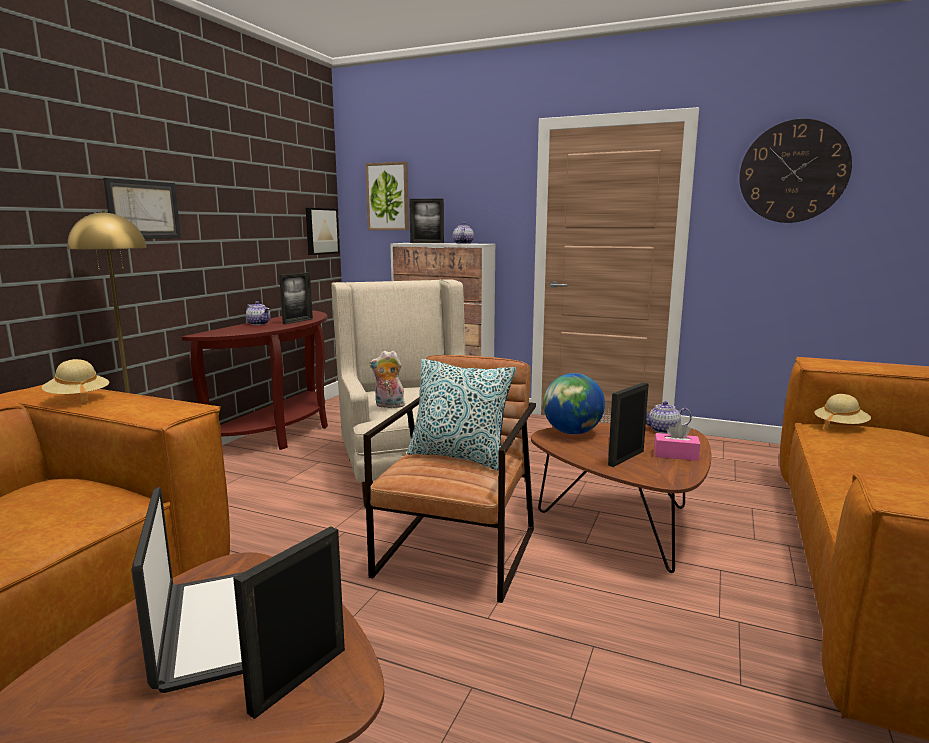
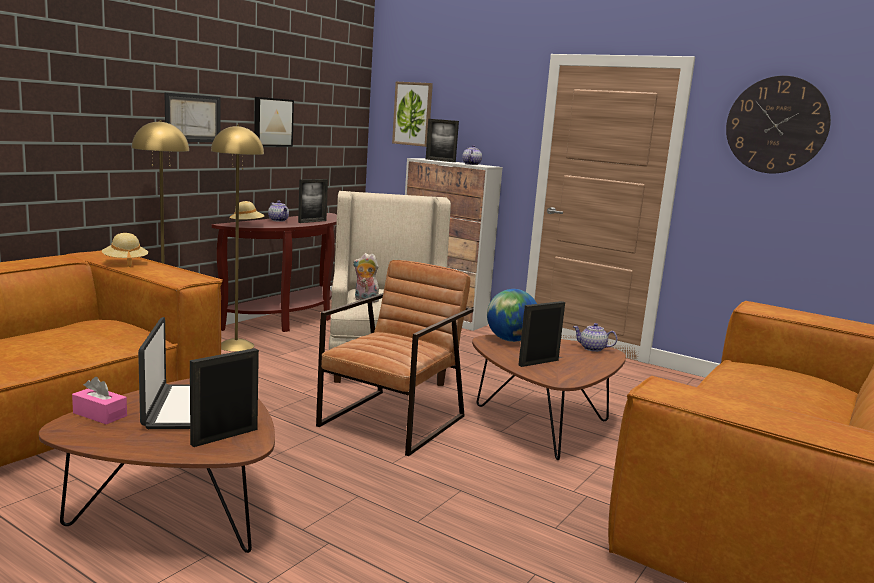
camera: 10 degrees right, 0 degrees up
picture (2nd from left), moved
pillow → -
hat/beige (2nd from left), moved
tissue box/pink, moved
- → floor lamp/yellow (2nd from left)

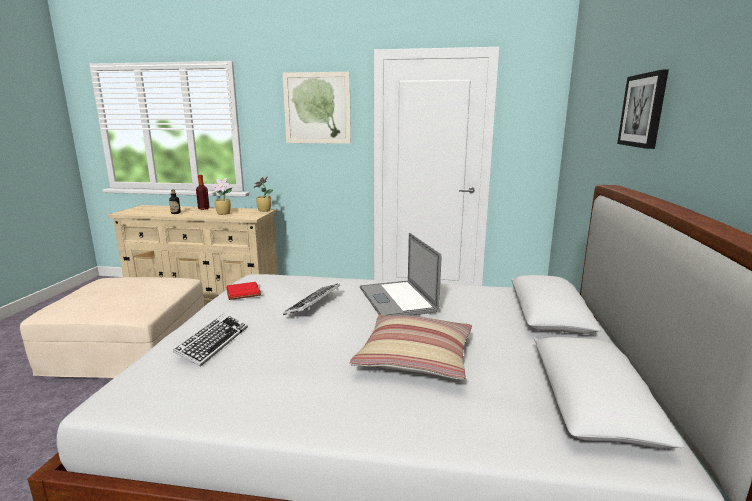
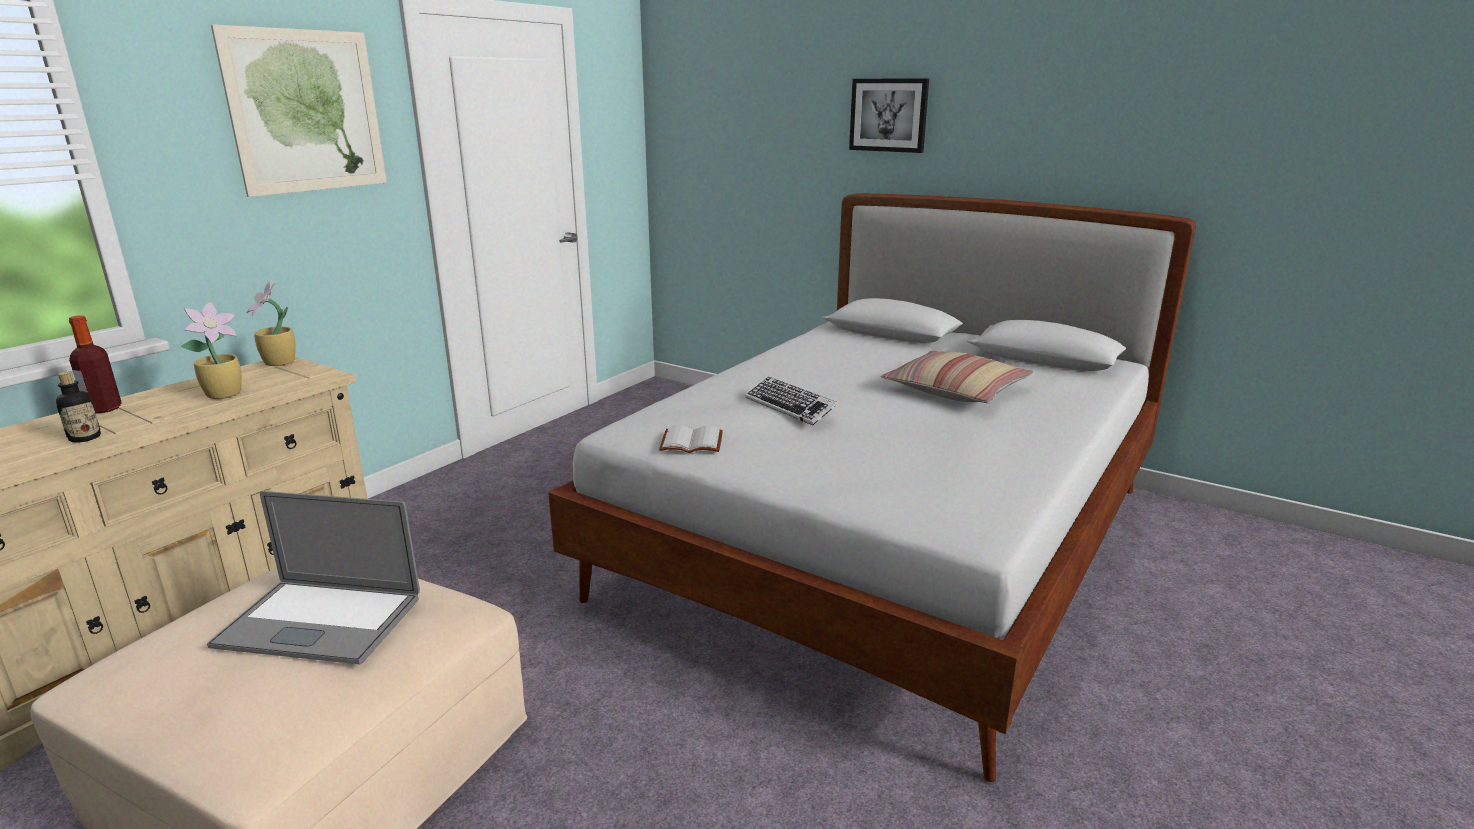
camera: 65 degrees left, 5 degrees up
laptop, moved
book/red → book/white
keyboard (1st from left) → -

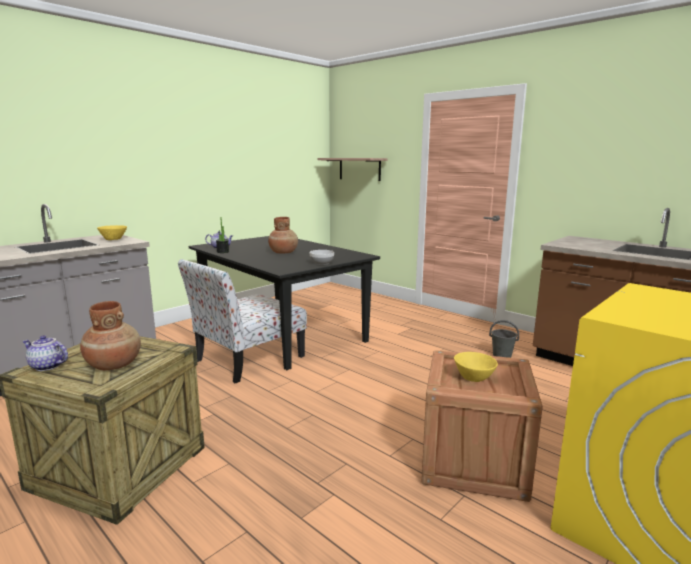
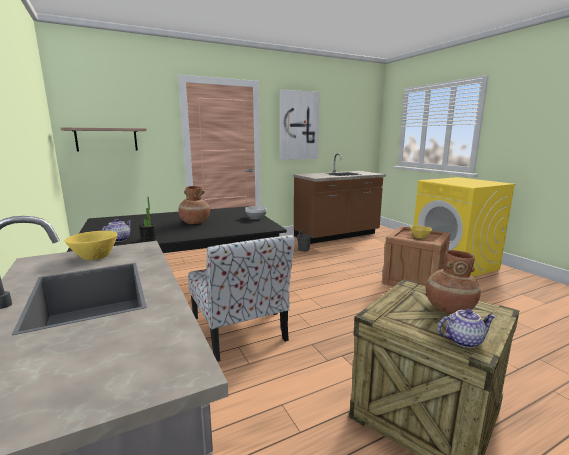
camera: 70 degrees left, 0 degrees up
teapot (1st from left in the first image) → teapot (2nd from left), 135 degrees counterclockwise
- → picture

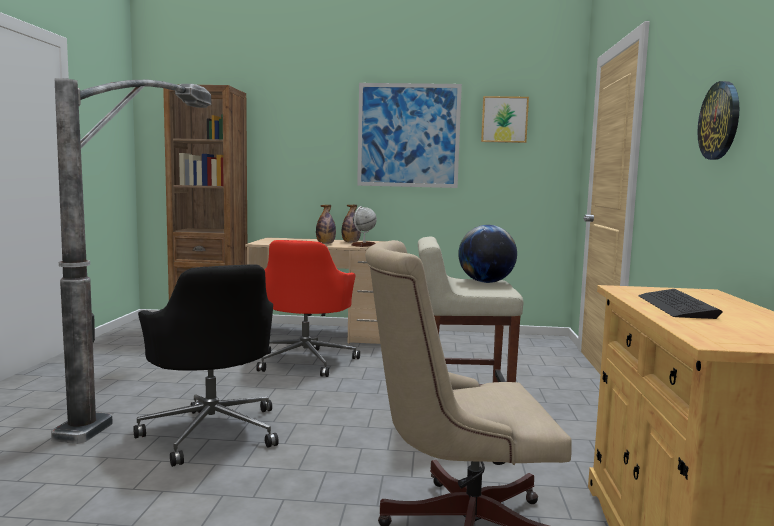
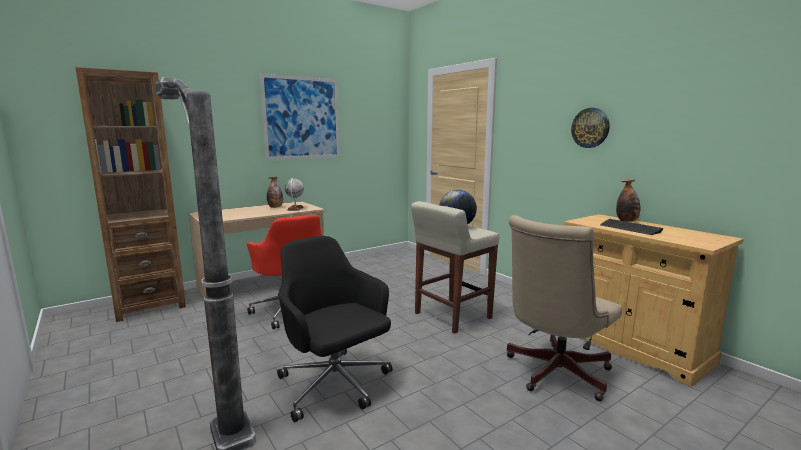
camera: 40 degrees left, 5 degrees up
picture (2nd from left) → -
bottle (1st from left in the first image) → bottle (2nd from left), moved
office chair/black, 150 degrees counterclockwise

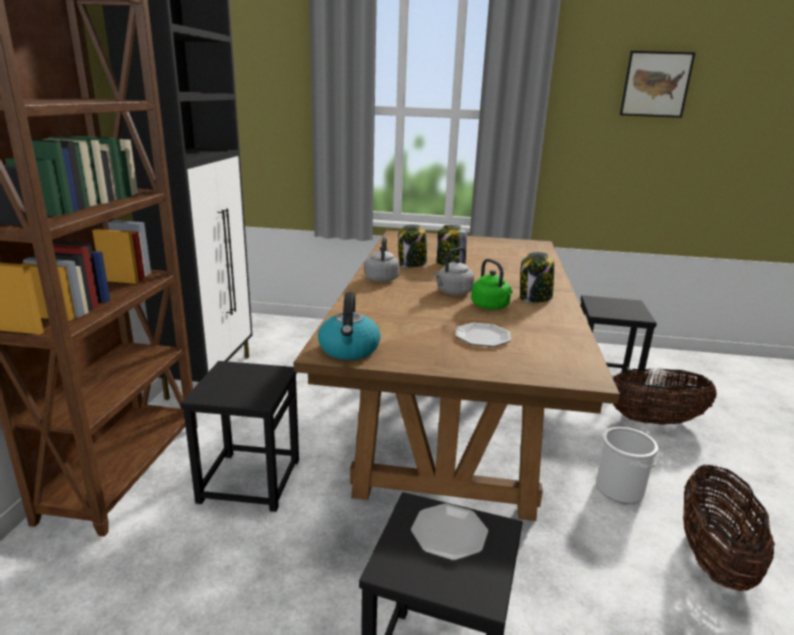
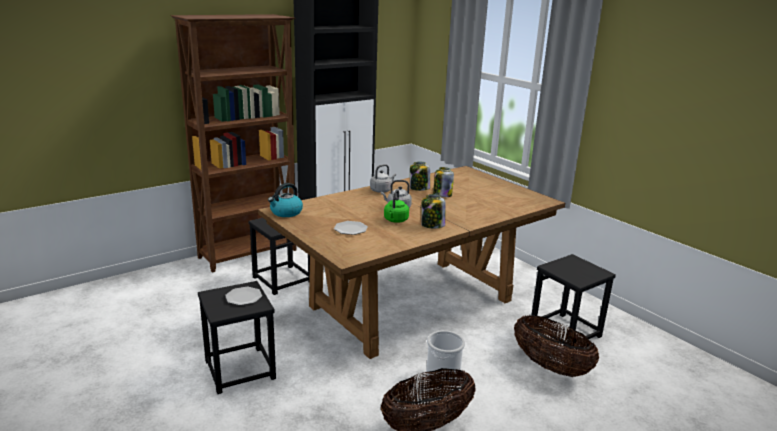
camera: 45 degrees right, 0 degrees up
picture → -

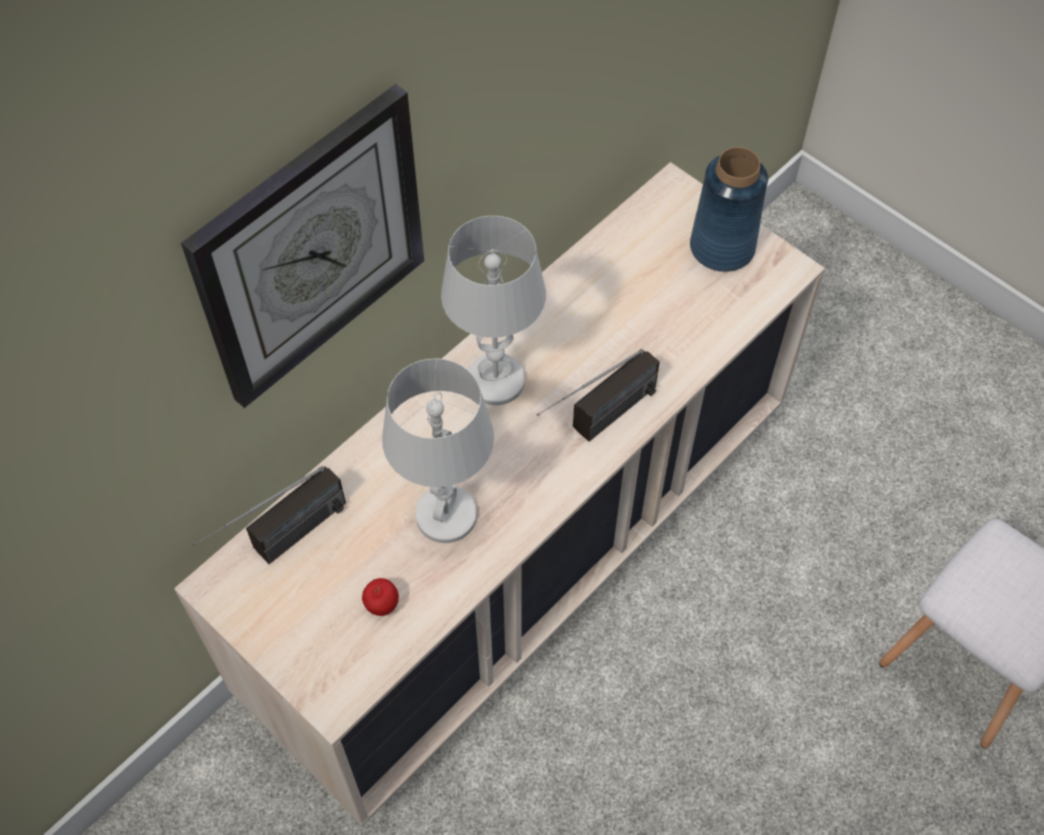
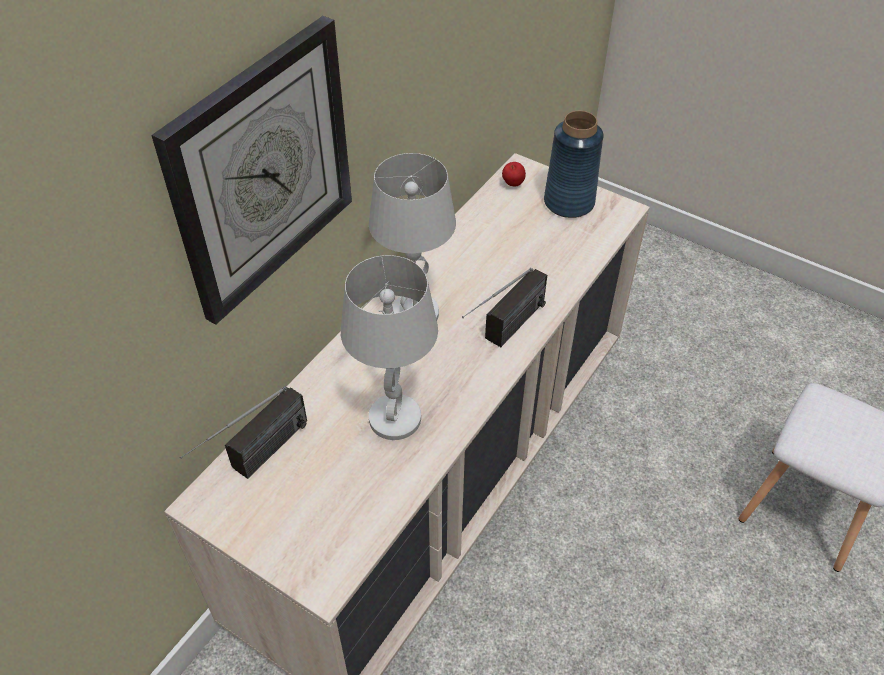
camera: 10 degrees left, 10 degrees down
apple, moved

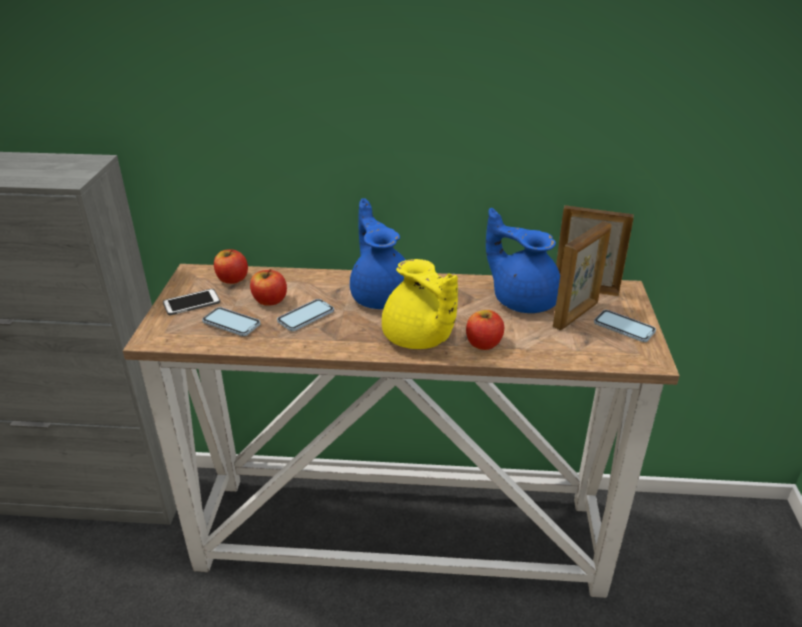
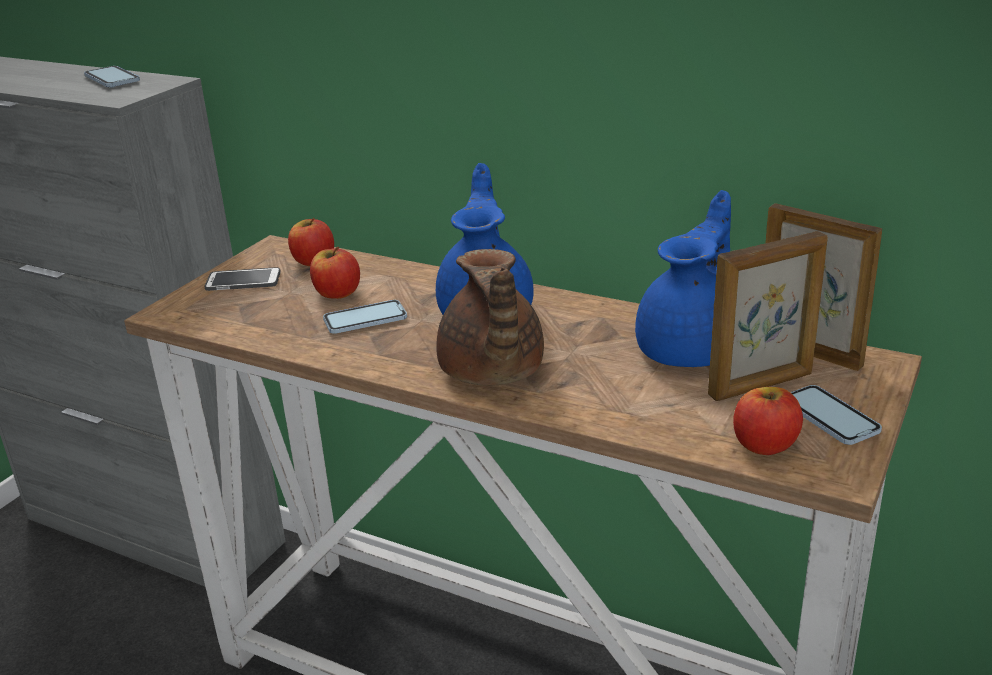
camera: 25 degrees right, 5 degrees down
teapot/blue (2nd from left), 60 degrees clockwise
teapot/yellow → teapot/brown
phone (2nd from left in the first image) → phone (1st from left), moved
apple (3rd from left), moved

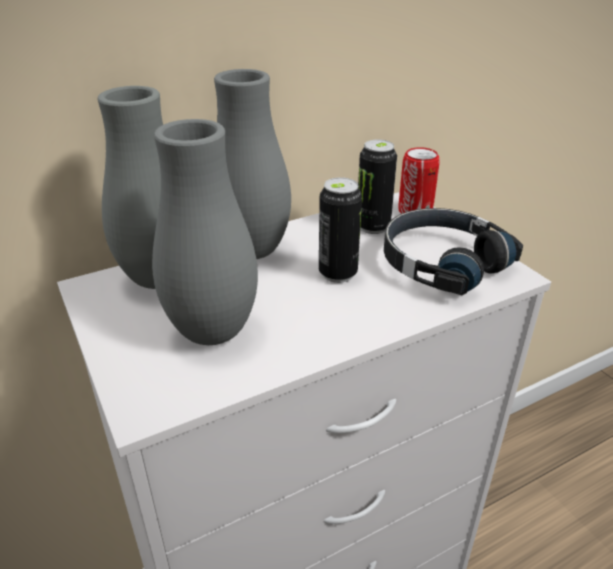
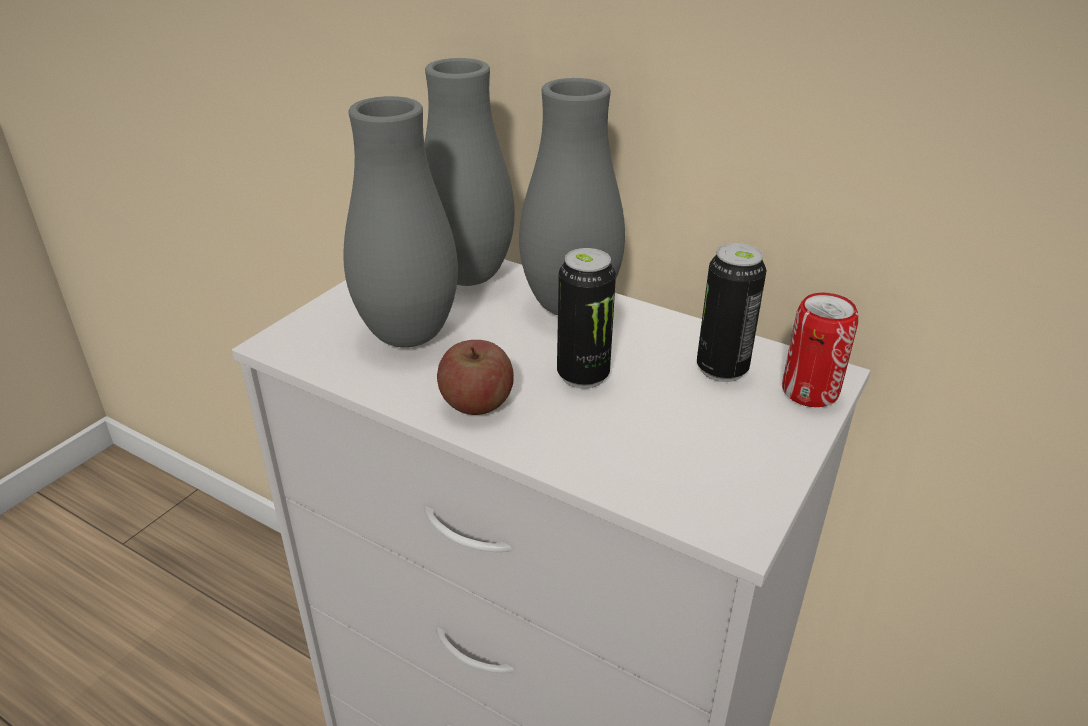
camera: 60 degrees right, 0 degrees up
headphones/black → -
- → apple

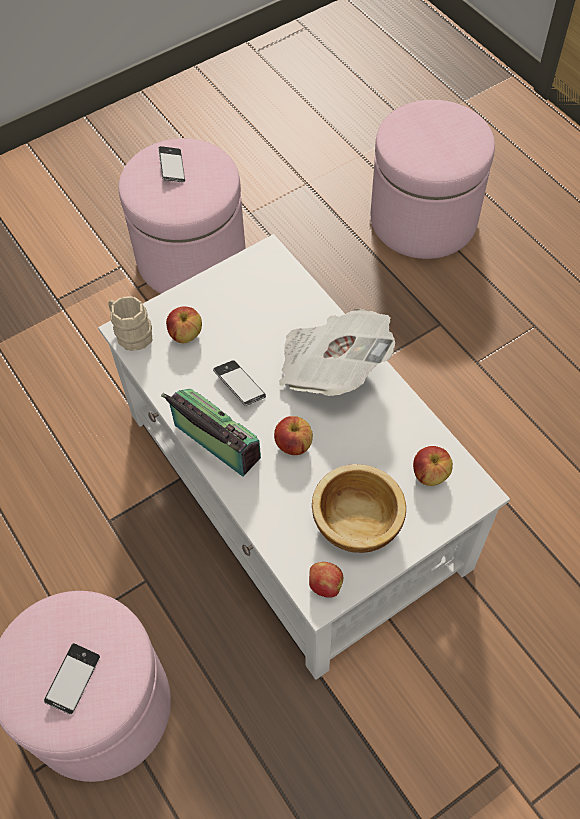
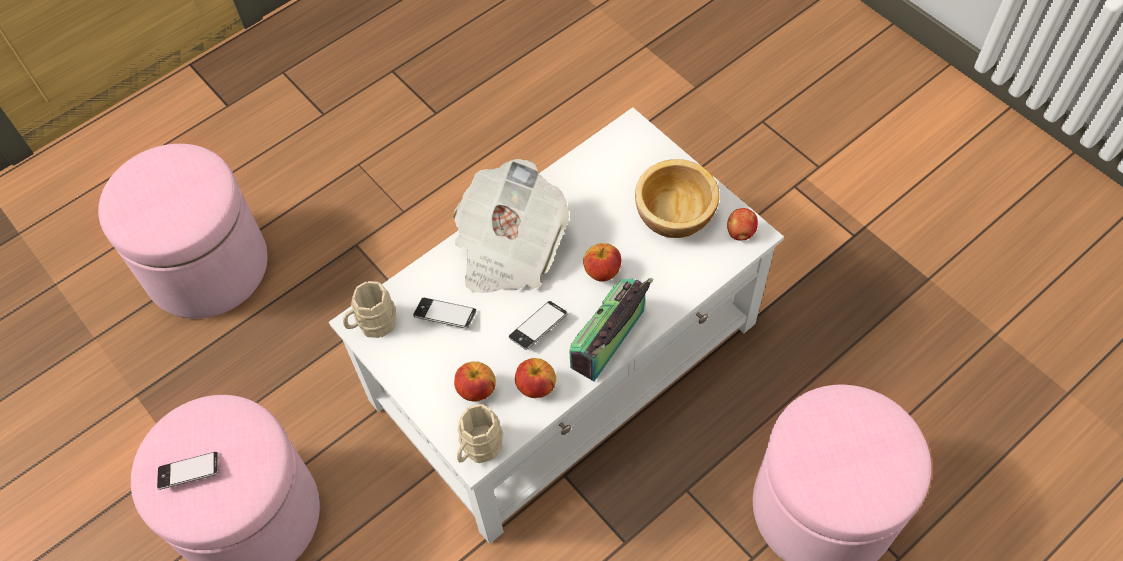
camera: 95 degrees left, 0 degrees up
apple (4th from left in the first image) → apple (2nd from left), moved
phone (1st from left in the first image) → phone (2nd from left), moved
- → mug/beige (1st from left)

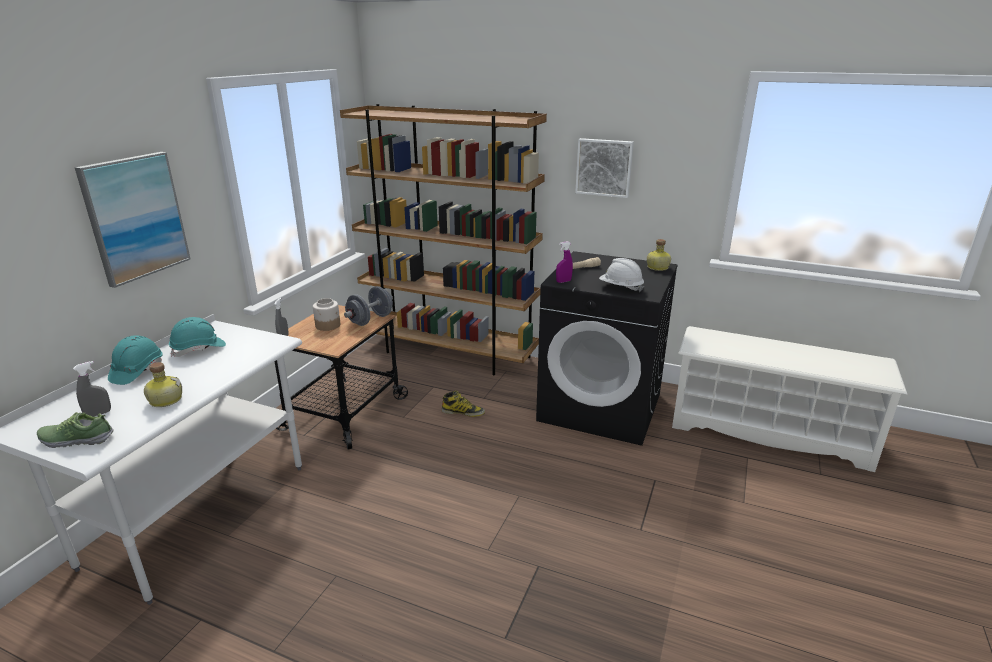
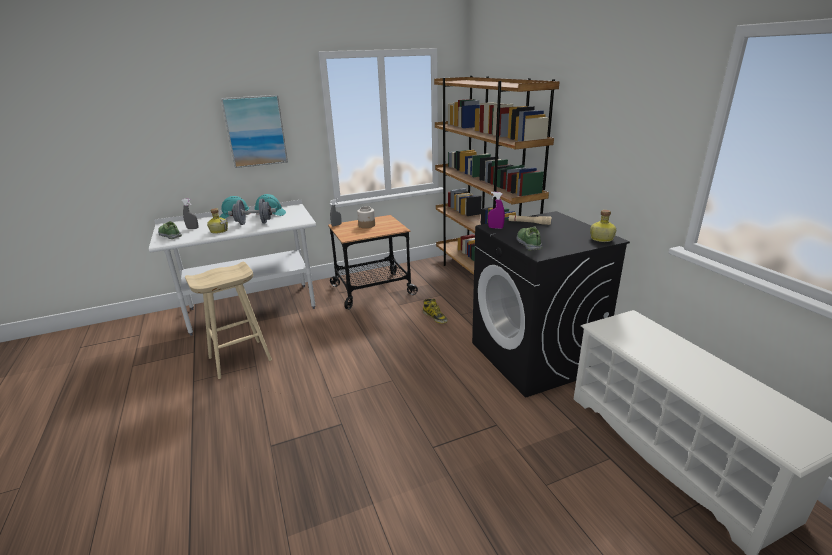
camera: 45 degrees right, 0 degrees up
picture (2nd from left) → -
hard hat/white → shoe (2nd from left)
dumbbell/grey, moved
- → stool/beige

